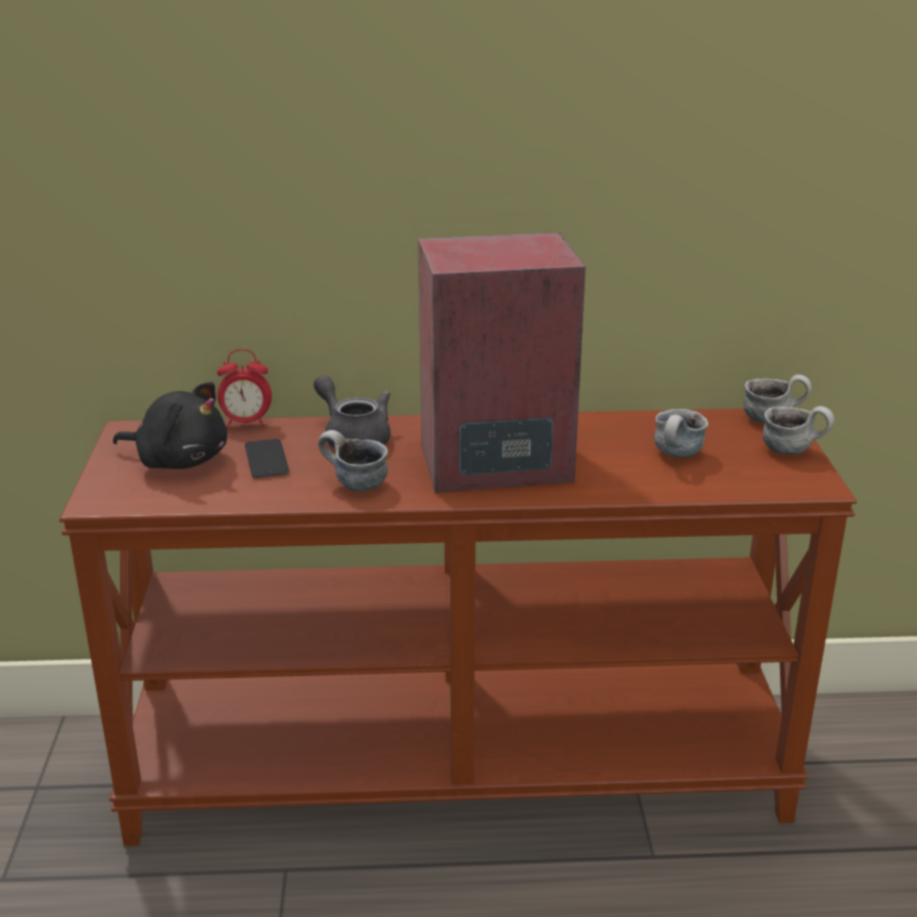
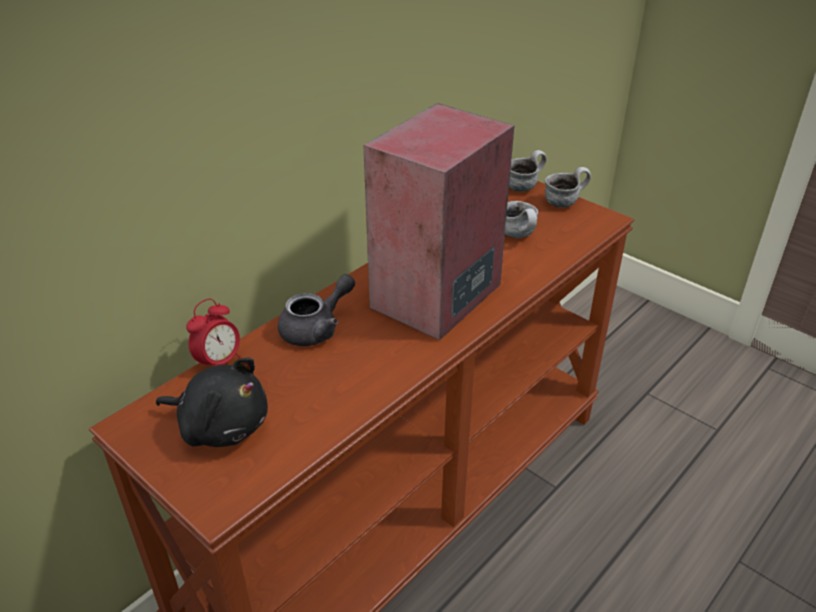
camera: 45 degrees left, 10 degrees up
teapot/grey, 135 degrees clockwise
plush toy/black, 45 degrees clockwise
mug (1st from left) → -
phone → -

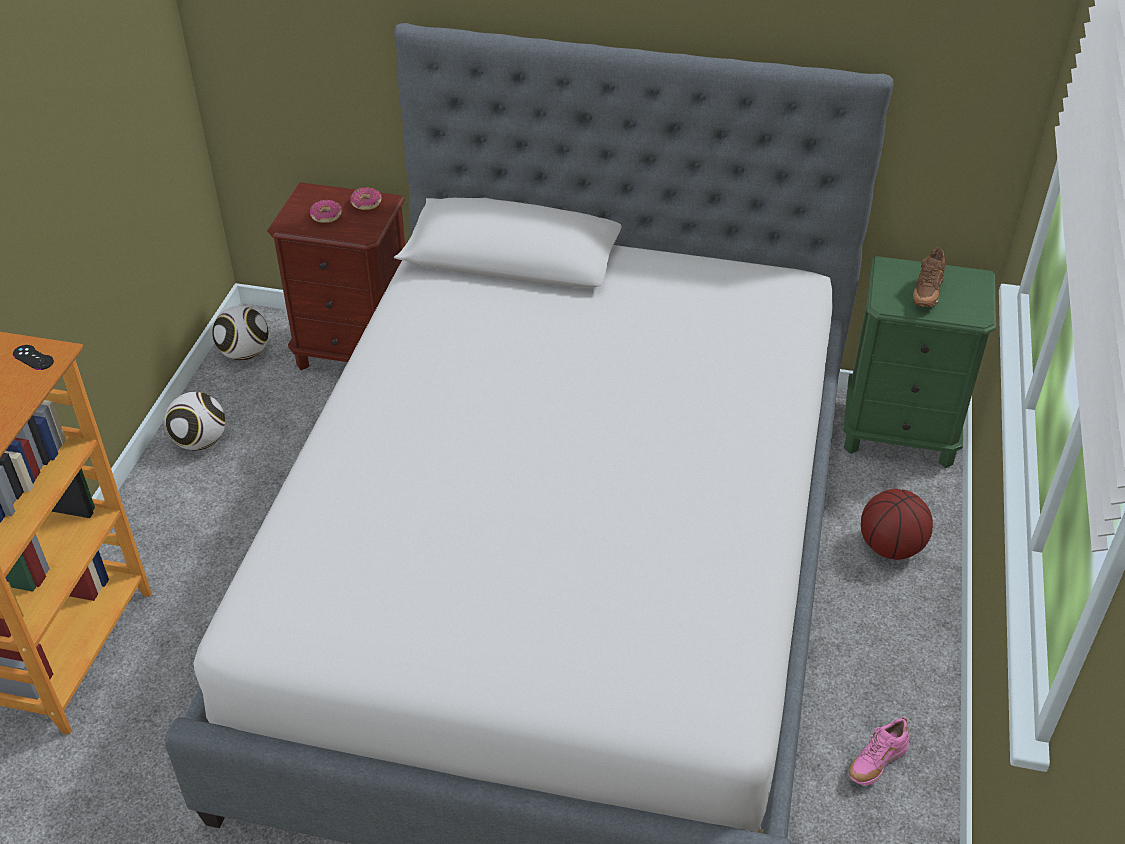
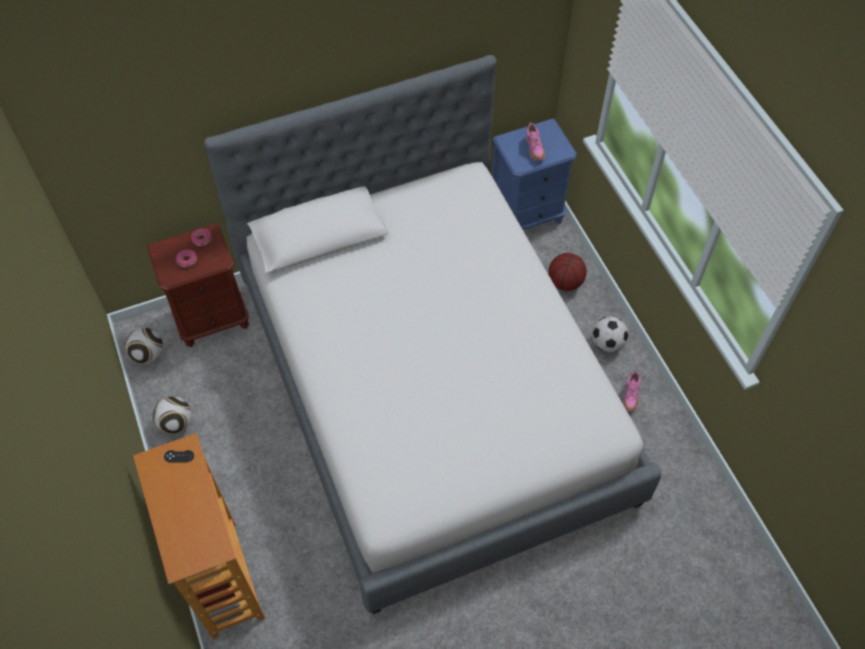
camera: 35 degrees left, 15 degrees up
shoe/brown → shoe/pink (1st from left)
nightstand/green → nightstand/blue
- → football (3rd from left)

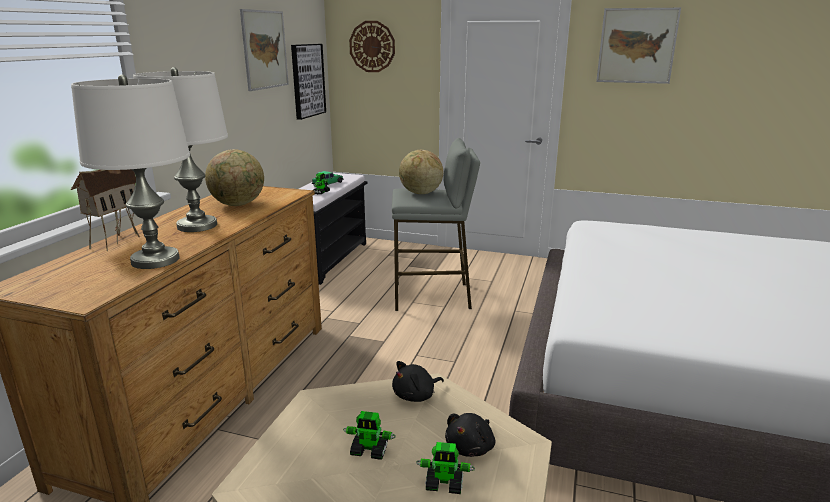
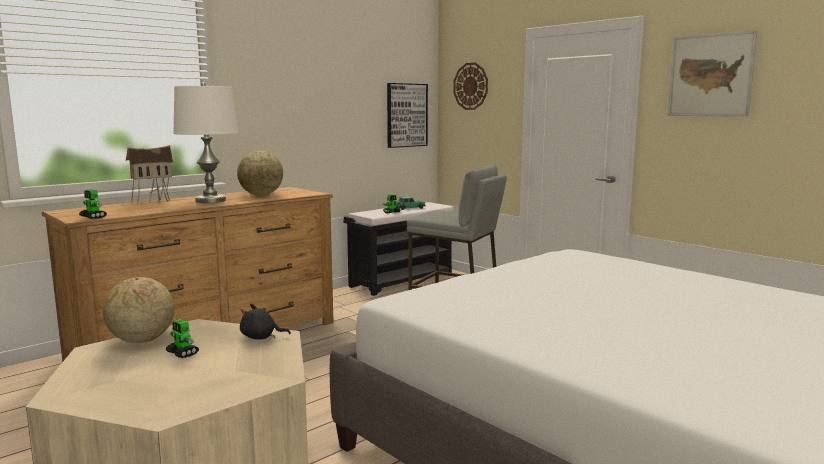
camera: 30 degrees right, 10 degrees down
picture (1st from left) → -
table lamp/white (1st from left) → -
globe (2nd from left in the first image) → globe (1st from left), moved
plush toy/black (2nd from left) → -
toy robot (3rd from left in the first image) → toy robot (1st from left), moved

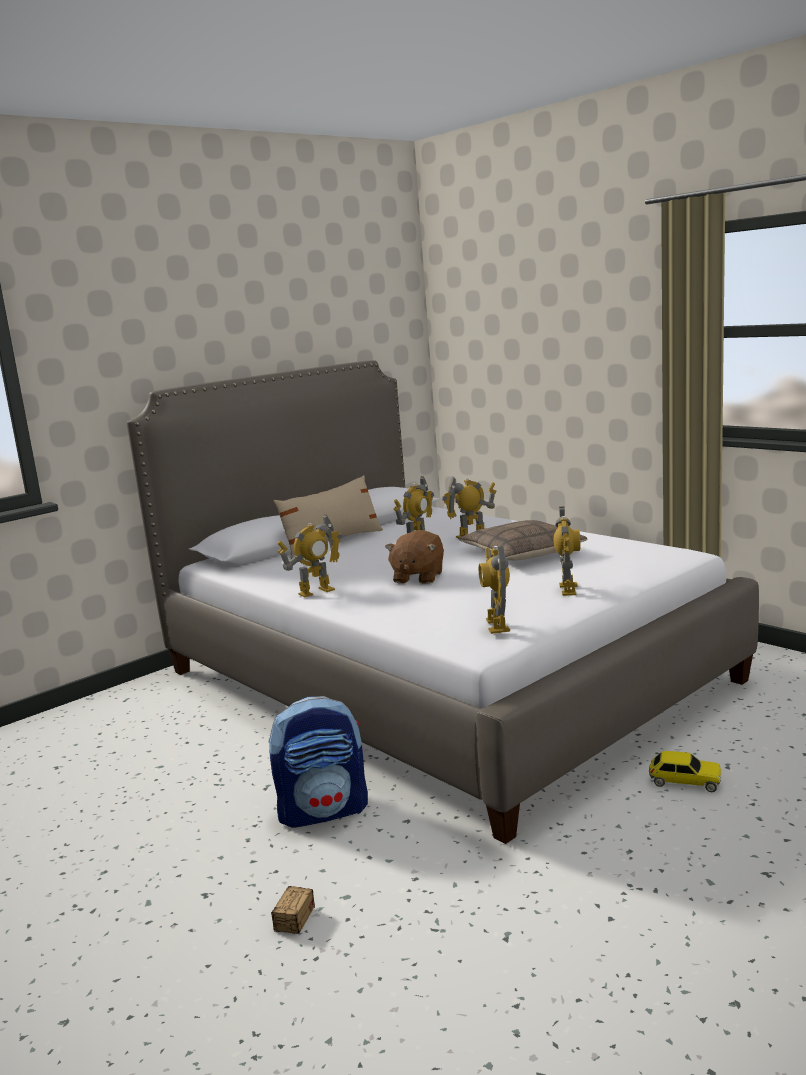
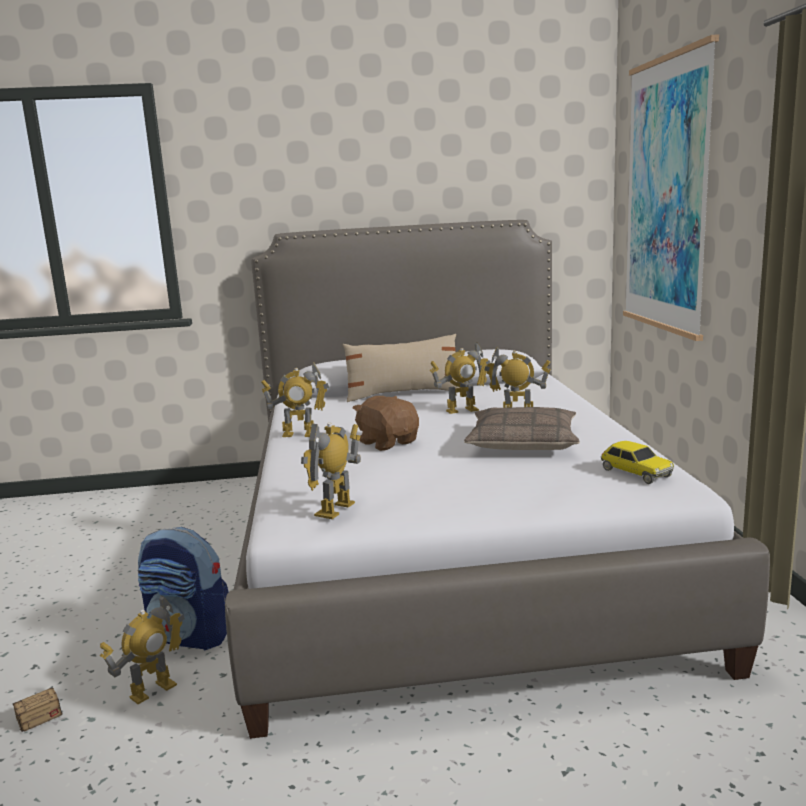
camera: 35 degrees right, 0 degrees up
toy robot (5th from left in the first image) → toy robot (1st from left), moved
plush toy/brown, 90 degrees clockwise
toy car, moved
- → picture

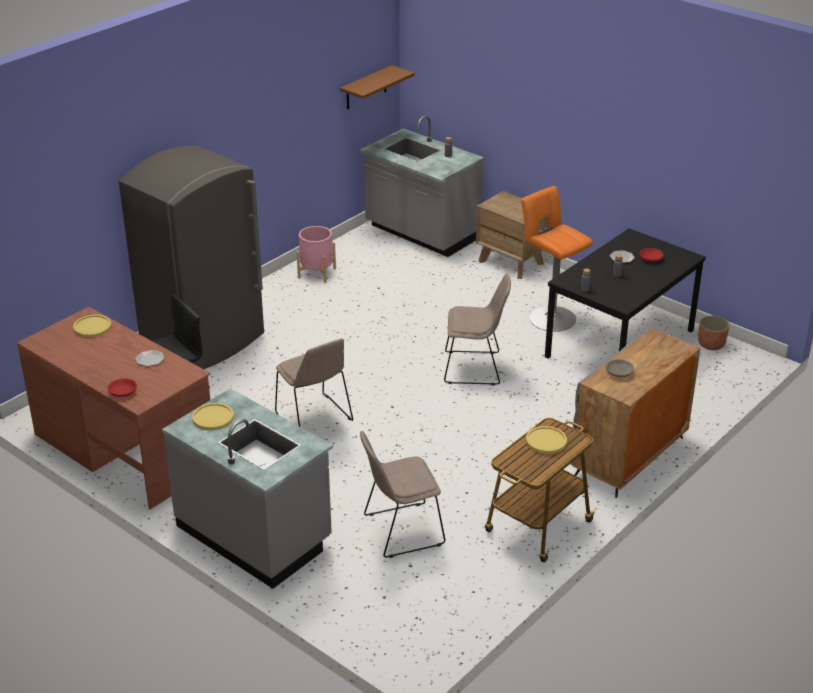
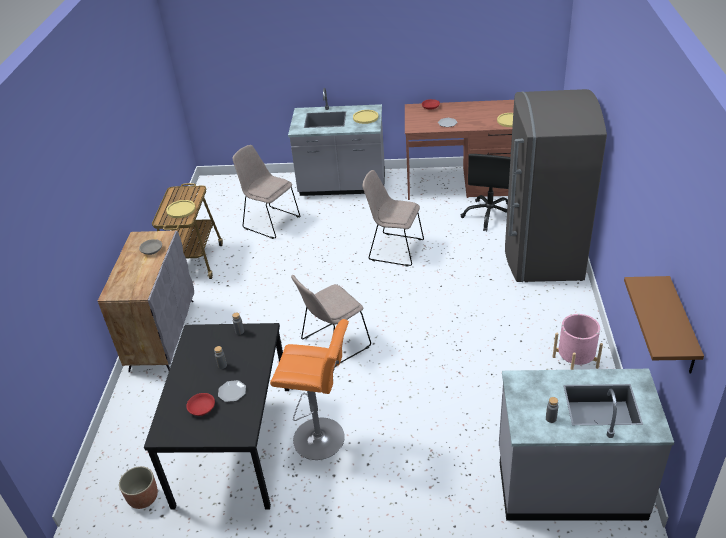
camera: 145 degrees right, 5 degrees up
nightstand/brown → -
chair/beige (2nd from left in the first image) → chair/beige (1st from left), 90 degrees counterclockwise

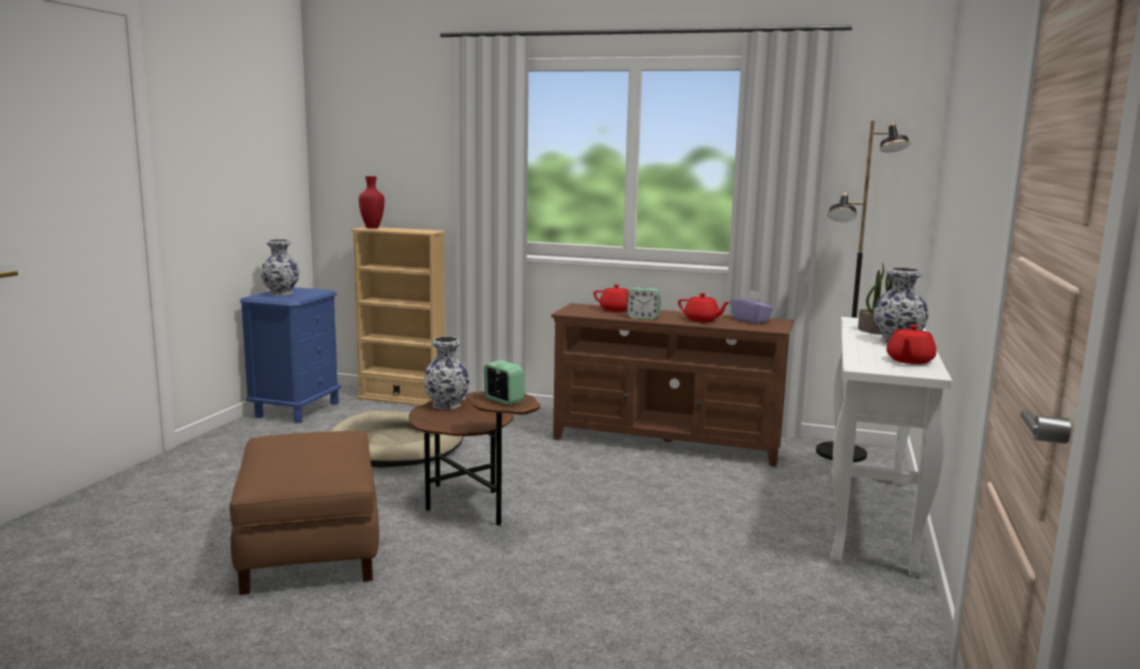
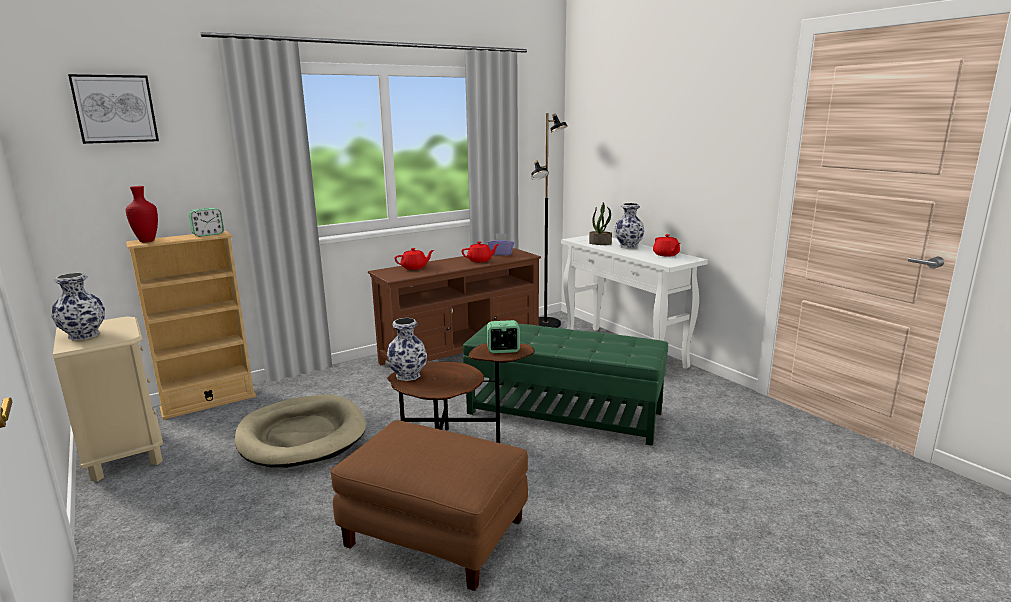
camera: 50 degrees left, 5 degrees up
nightstand/blue → nightstand/beige
alarm clock (2nd from left in the first image) → alarm clock (1st from left), moved
- → picture
- → ottoman/green

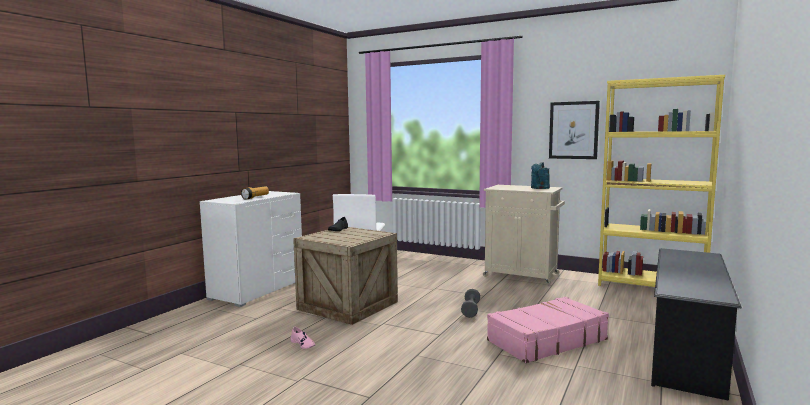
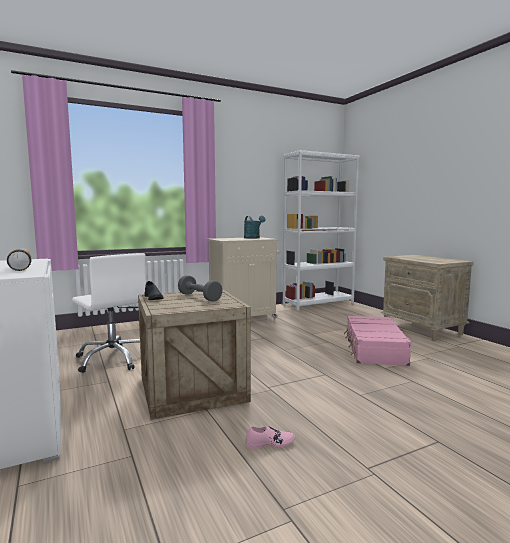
camera: 55 degrees left, 0 degrees up
bookcase/yellow → bookcase/white
picture → -
shoe rack/black → nightstand/beige
dumbbell/grey, moved

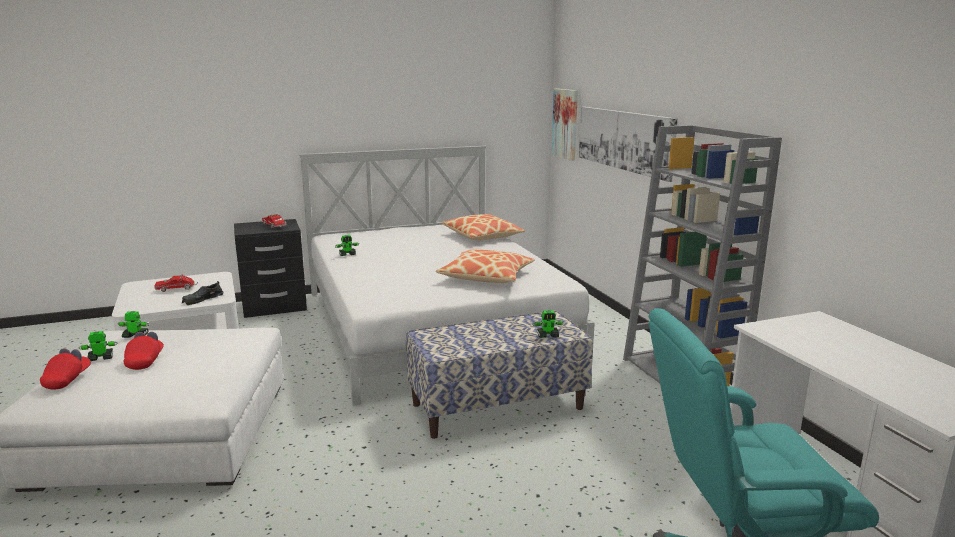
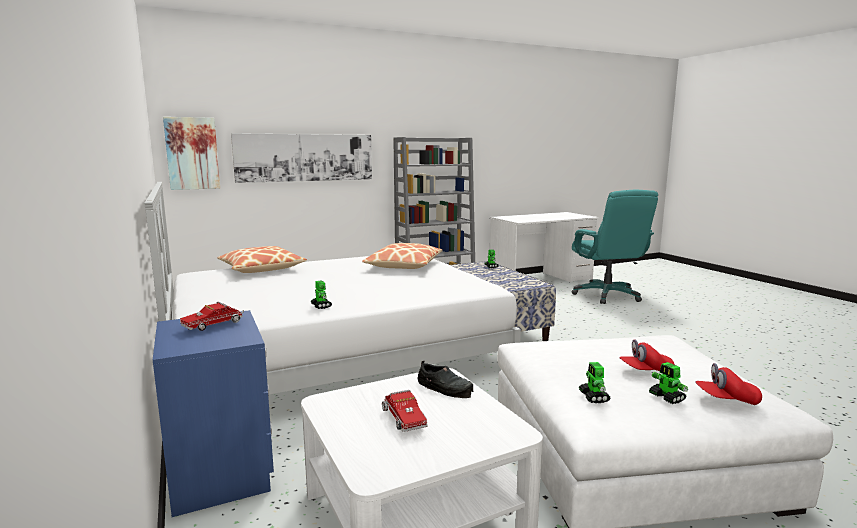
camera: 95 degrees left, 5 degrees down
nightstand/black → nightstand/blue

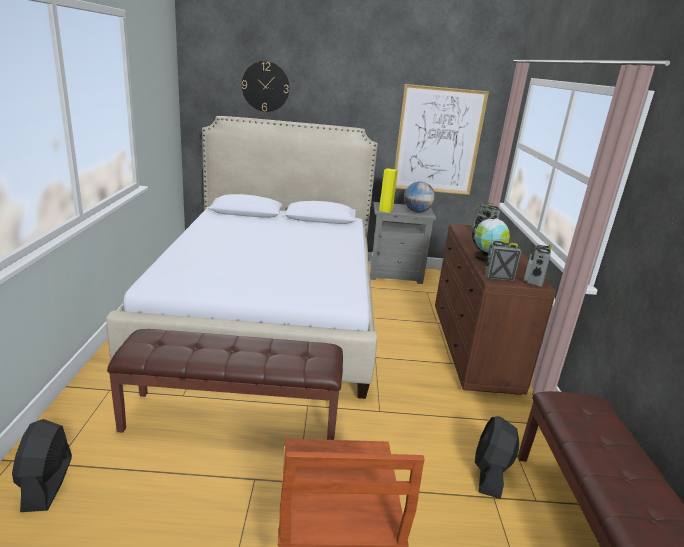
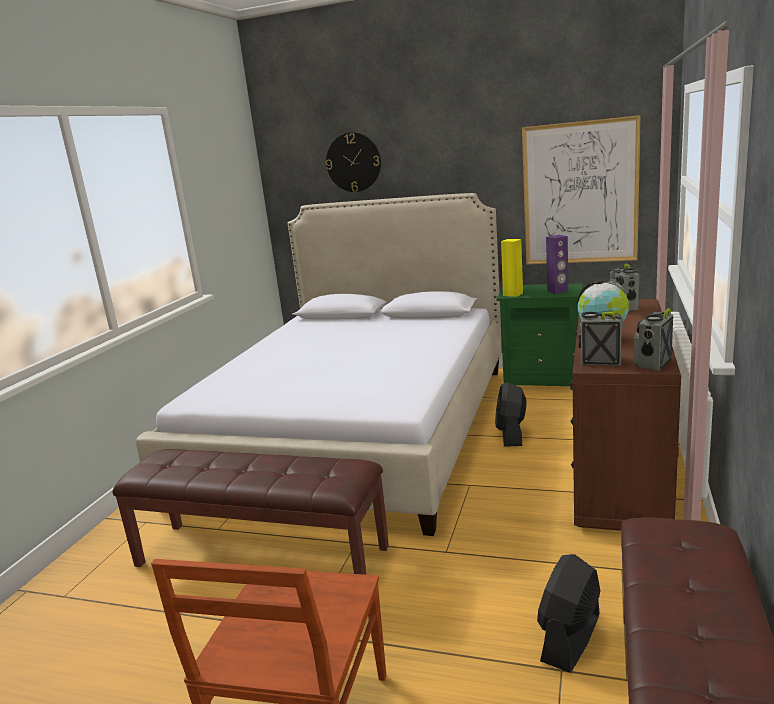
camera: 20 degrees right, 5 degrees down
globe (1st from left) → speaker/purple
nightstand/grey → nightstand/green
fan/black (1st from left), moved

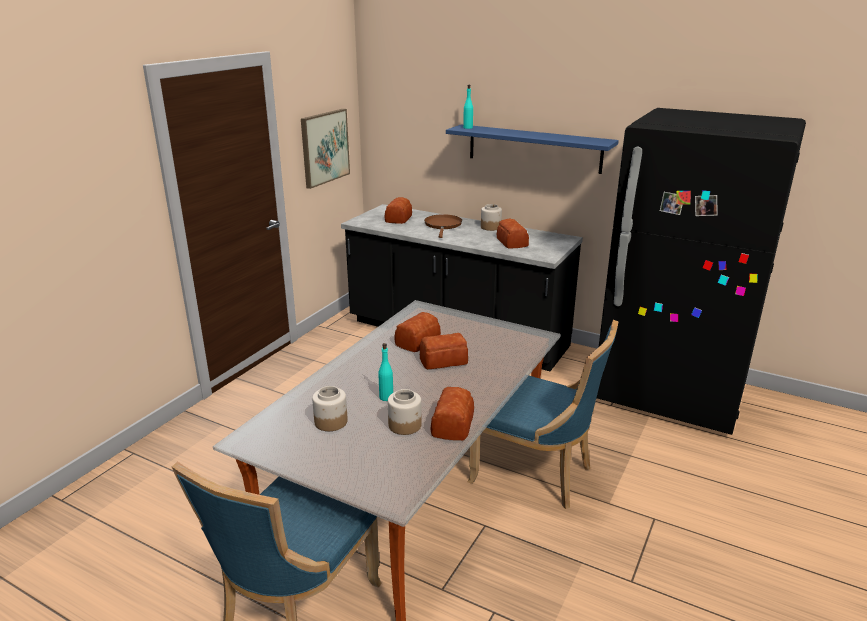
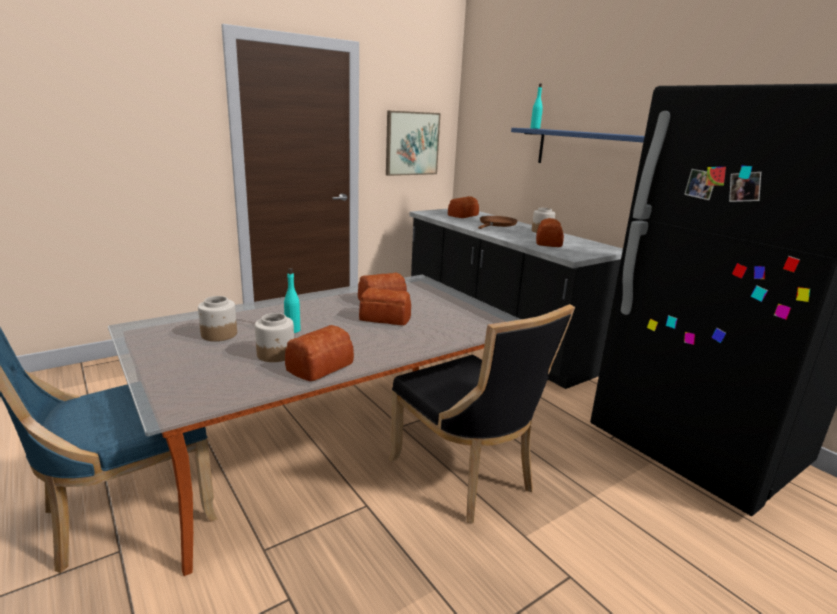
camera: 25 degrees right, 5 degrees down
chair/blue (2nd from left) → chair/black

